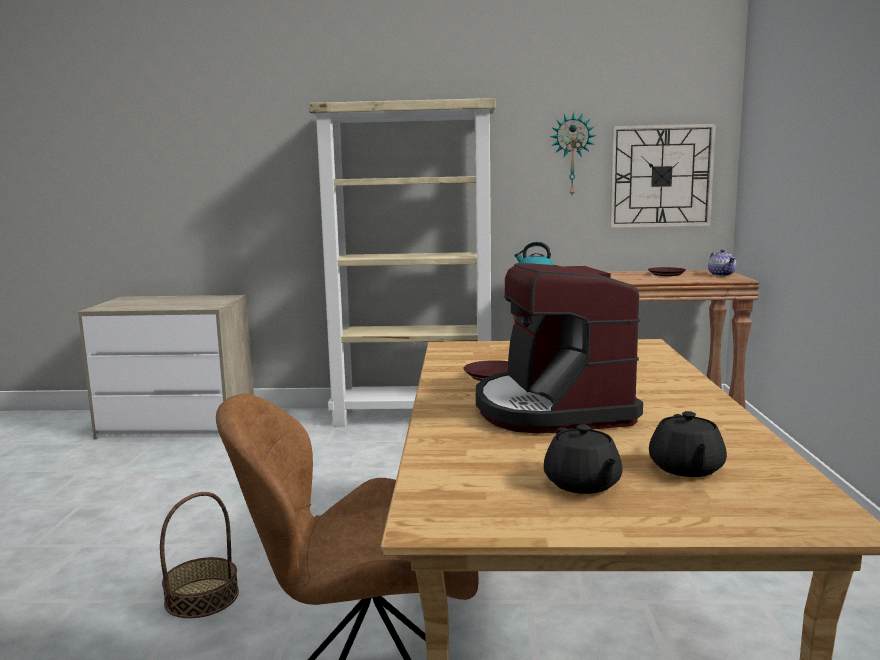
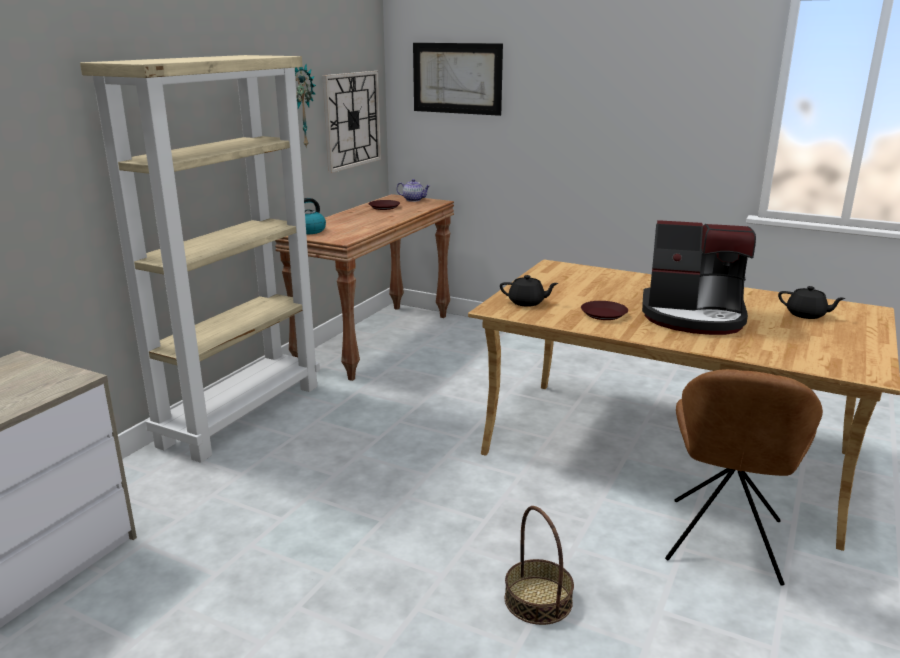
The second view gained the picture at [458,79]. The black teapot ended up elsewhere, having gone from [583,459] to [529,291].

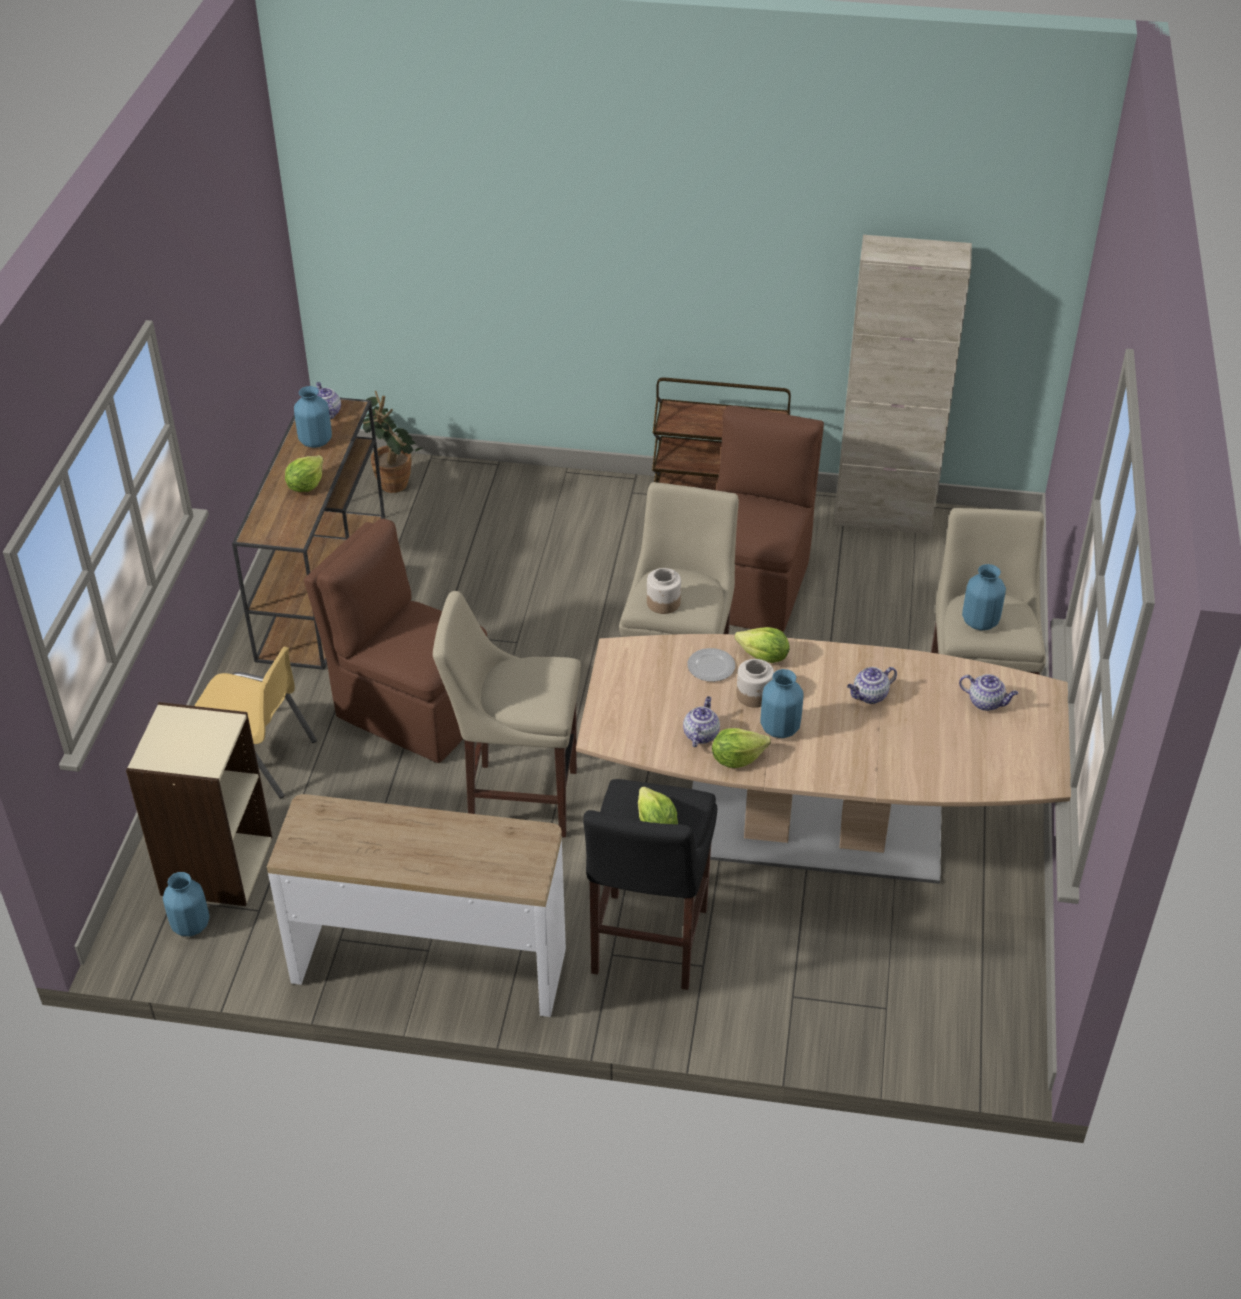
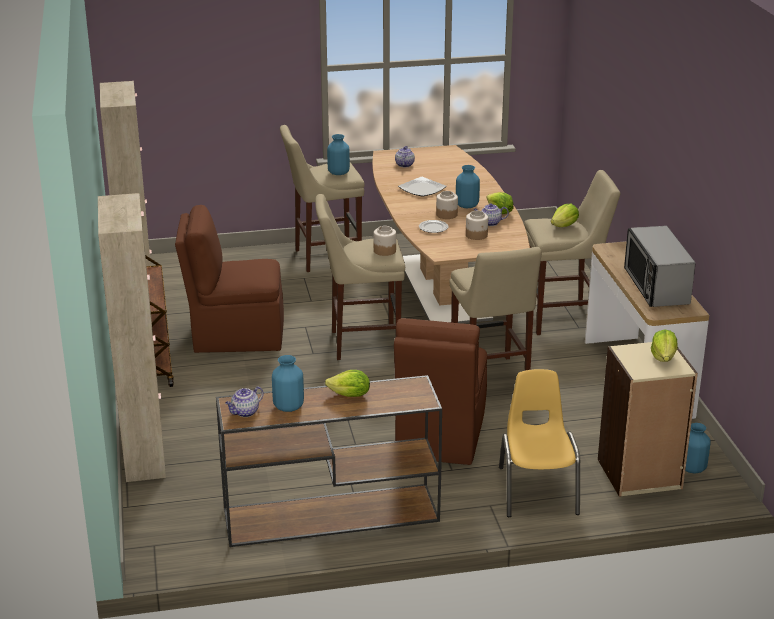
The second view gained the beige cabinet at [132,337]. Where the teapot stood at [872,685], the plate came to stand at [422,187]. The second view gained the jar at [477,225]. What was the black stool at [650,884] turned into the beige stool at [572,252]. The second view gained the microwave at [660,266]. The lettuce ended up elsewhere, having gone from [762,645] to [664,345]. The second view lost the potted plant at [392,442].

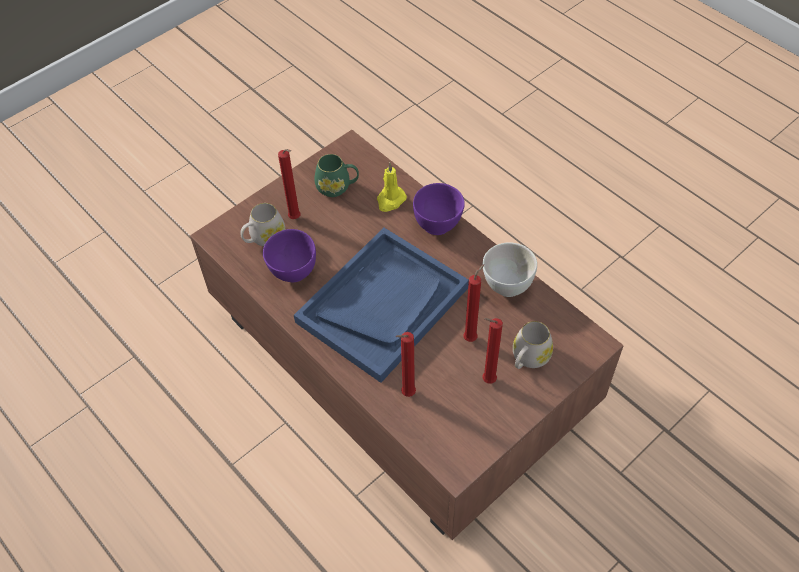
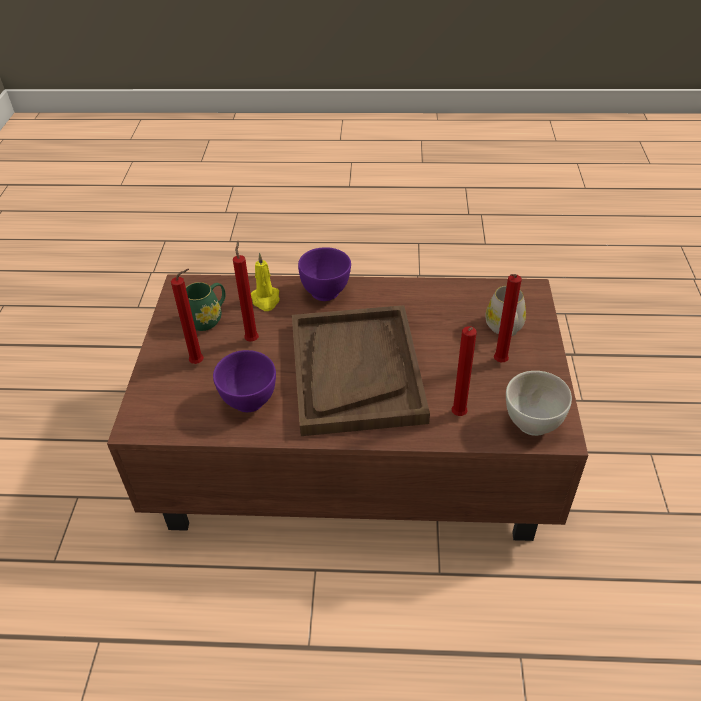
The red candle ended up elsewhere, having gone from [474,303] to [246,291]. What was the blue tray at [381,305] turned into the brown tray at [361,370]. The white bowl ended up elsewhere, having gone from [509,269] to [539,403]. The second view lost the white mug at [262,225].

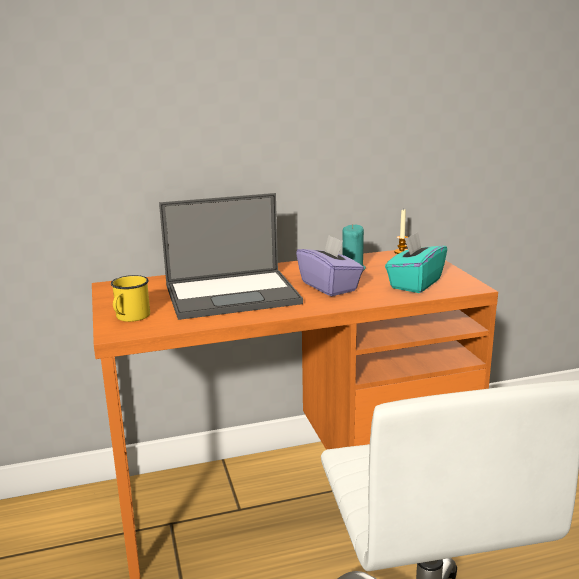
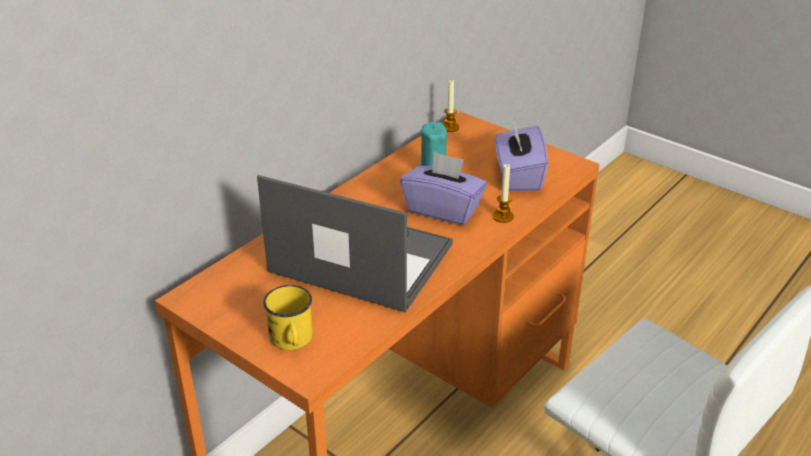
The laptop at [231,256] ended up facing another way, 105 degrees counterclockwise from before. The second view gained the candle at [503,193]. What was the turquoise tissue box at [416,262] turned into the purple tissue box at [521,155].

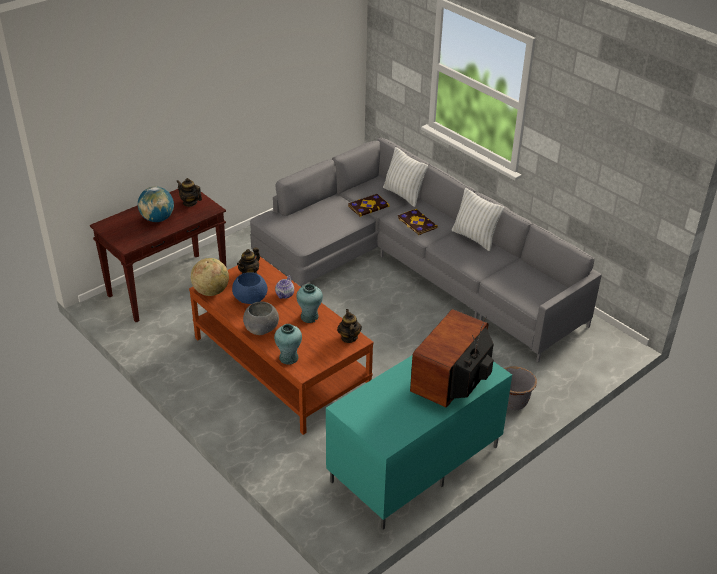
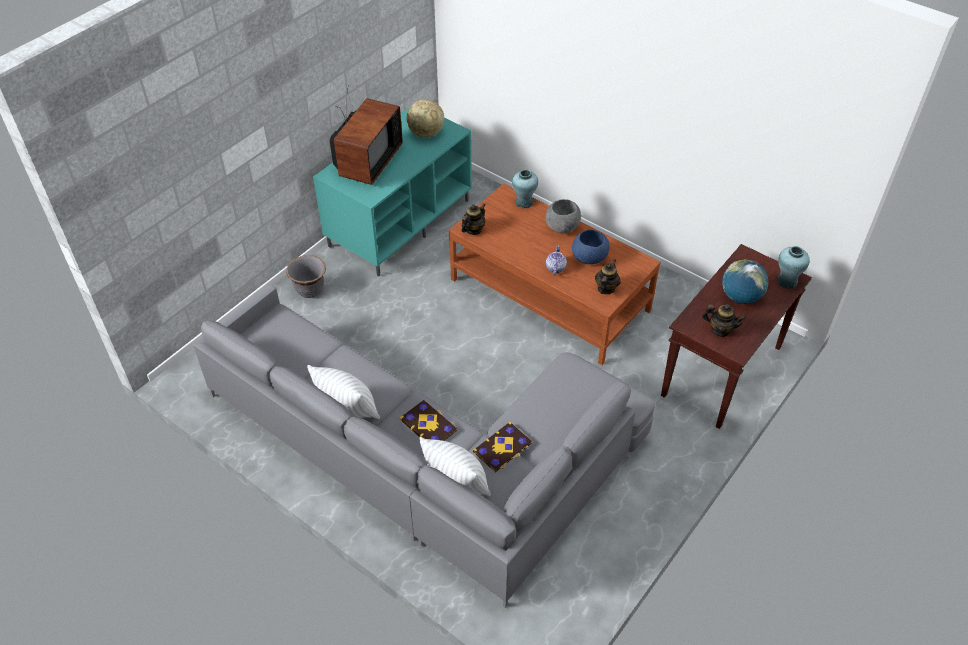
The globe ended up elsewhere, having gone from [210,277] to [425,118]. The teapot at [349,326] ended up facing another way, 120 degrees counterclockwise from before. The turquoise vase ended up elsewhere, having gone from [309,303] to [793,267].

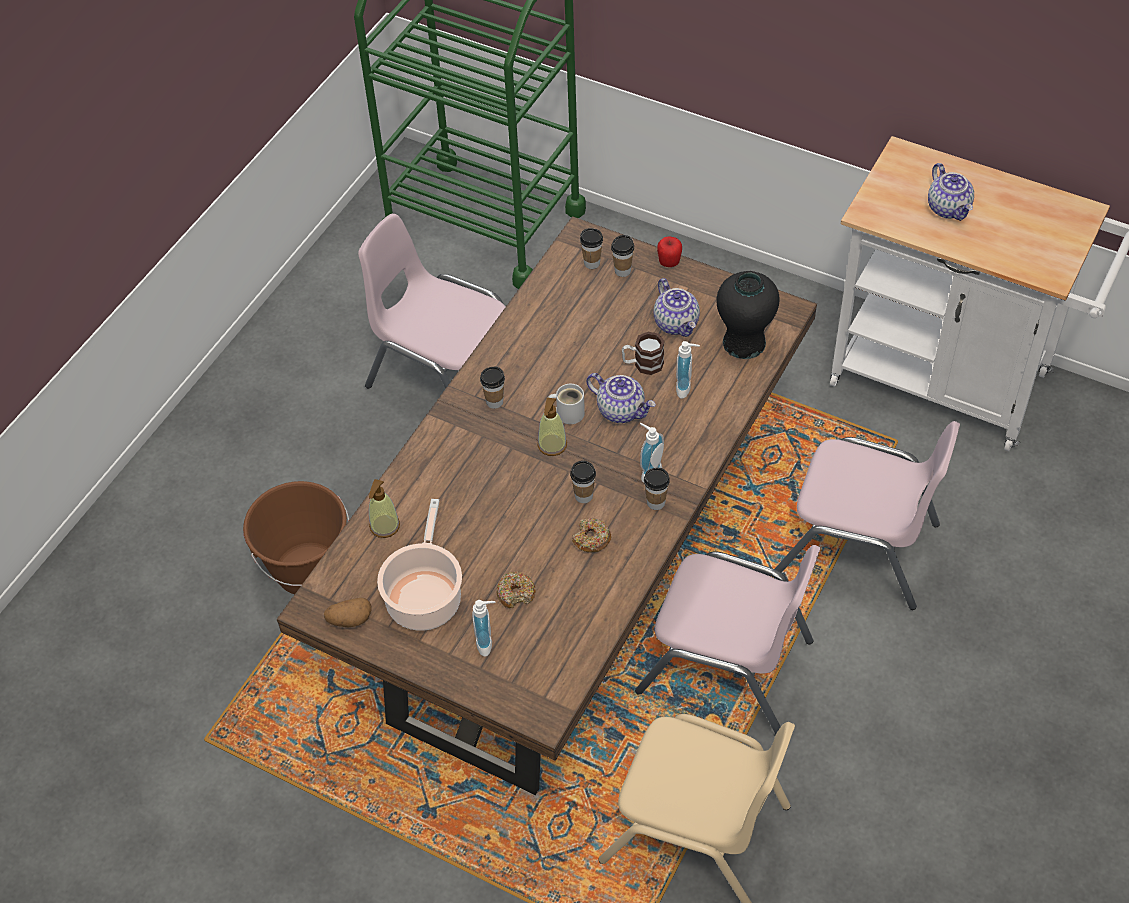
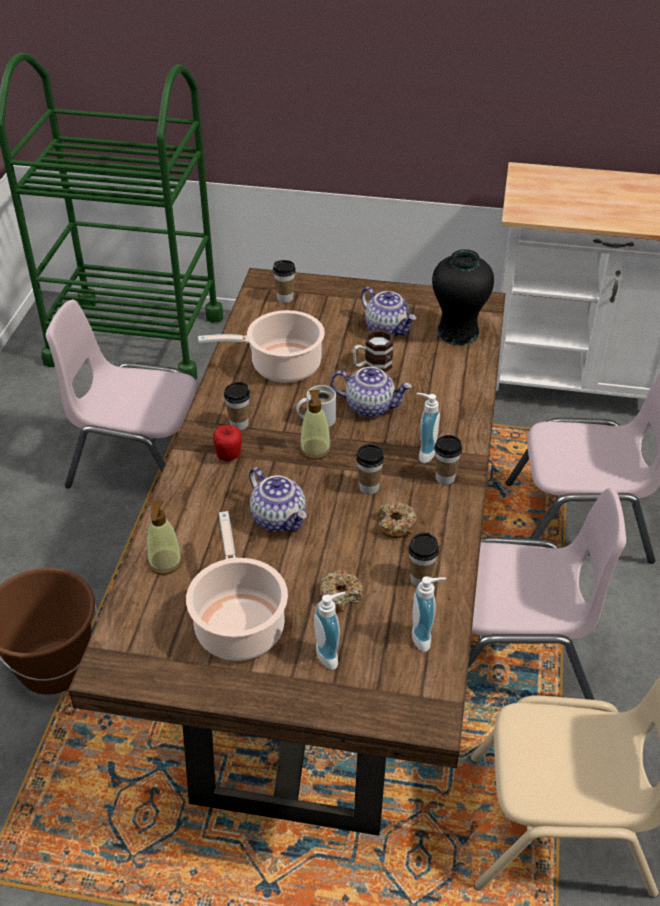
The second view gained the cooking pot at [261,346]. The apple ended up elsewhere, having gone from [669,251] to [227,443]. The teapot ended up elsewhere, having gone from [951,192] to [278,499]. The cup ended up elsewhere, having gone from [622,256] to [423,559]. The soap dispenser ended up elsewhere, having gone from [688,370] to [429,614]. The second view lost the potato at [348,612].

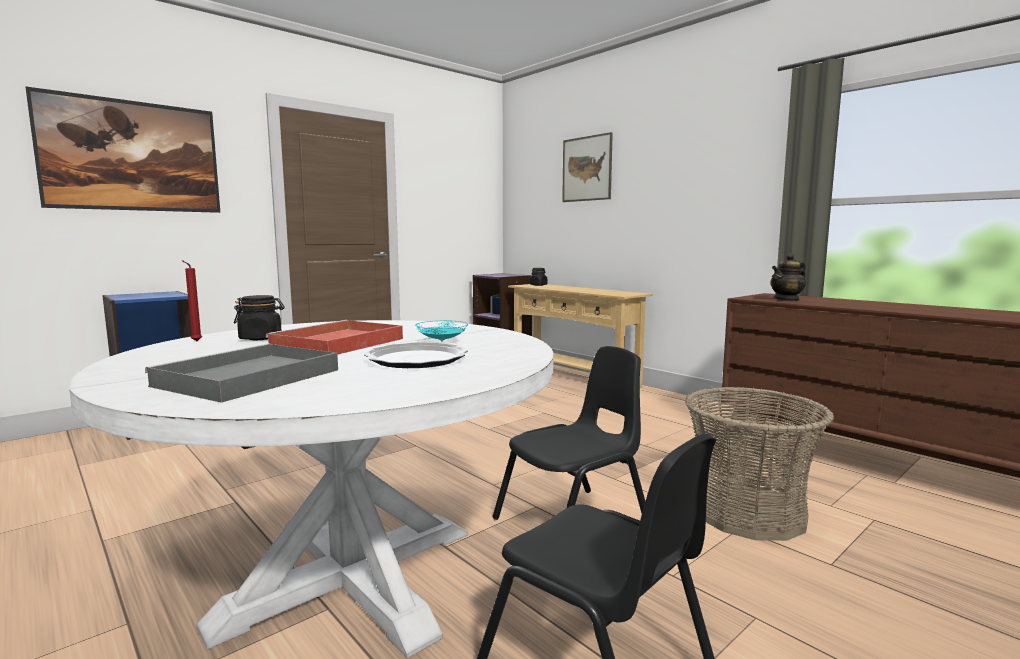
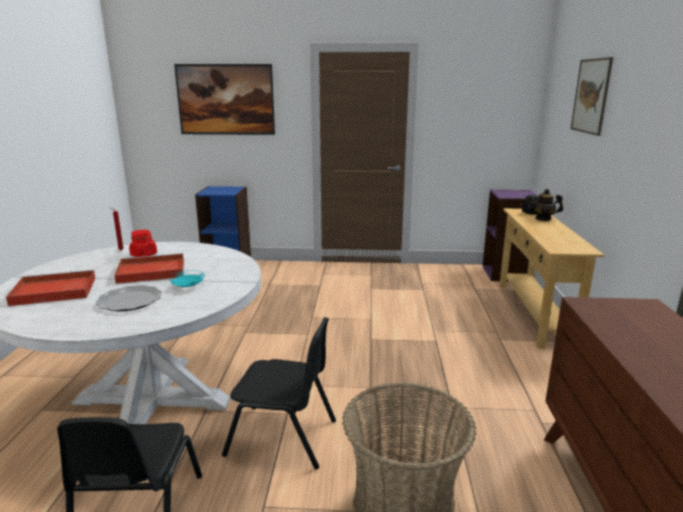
What was the grey tray at [241,373] turned into the red tray at [50,288]. What was the black jar at [259,317] turned into the red jar at [143,243]. The teapot ended up elsewhere, having gone from [788,277] to [546,205].

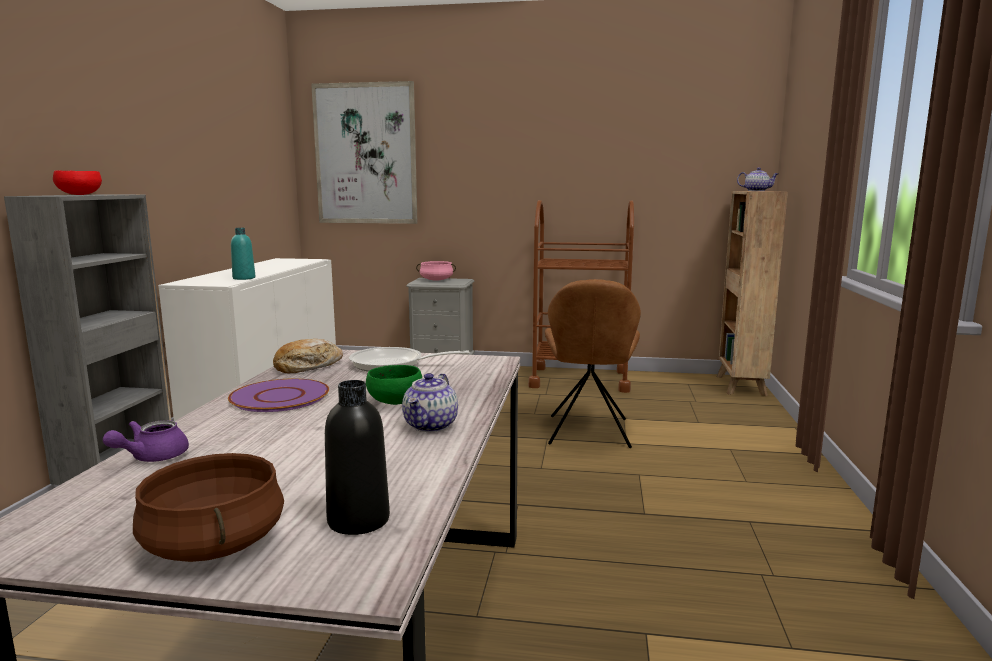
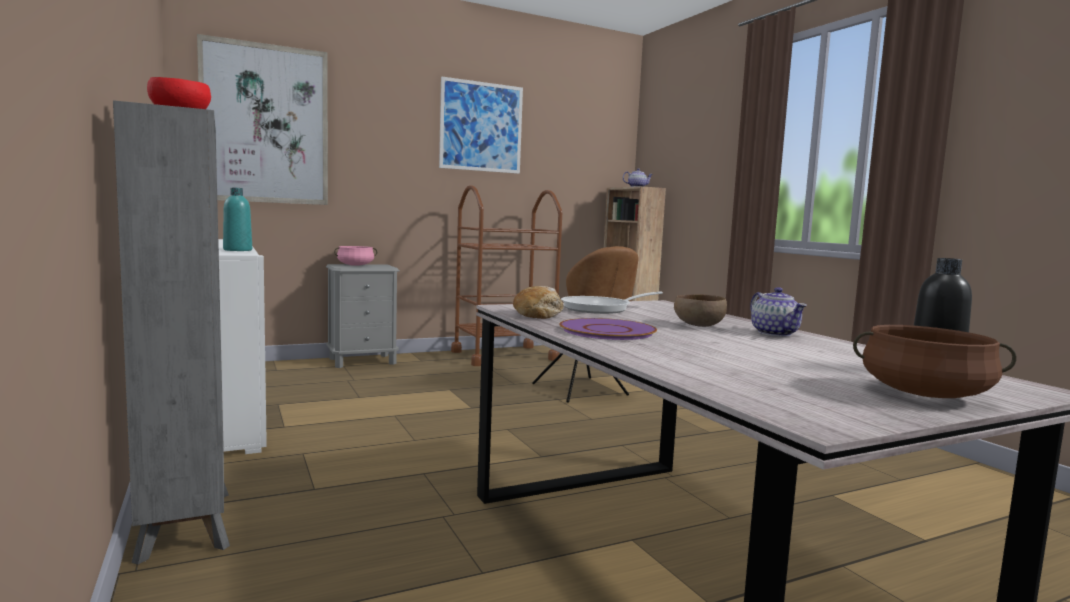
The second view gained the picture at [481,125]. What was the green bowl at [394,385] turned into the brown bowl at [700,310]. The second view lost the purple teapot at [146,441].

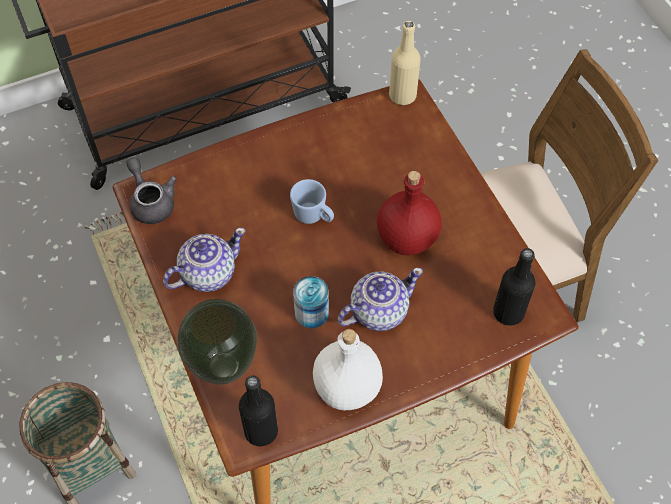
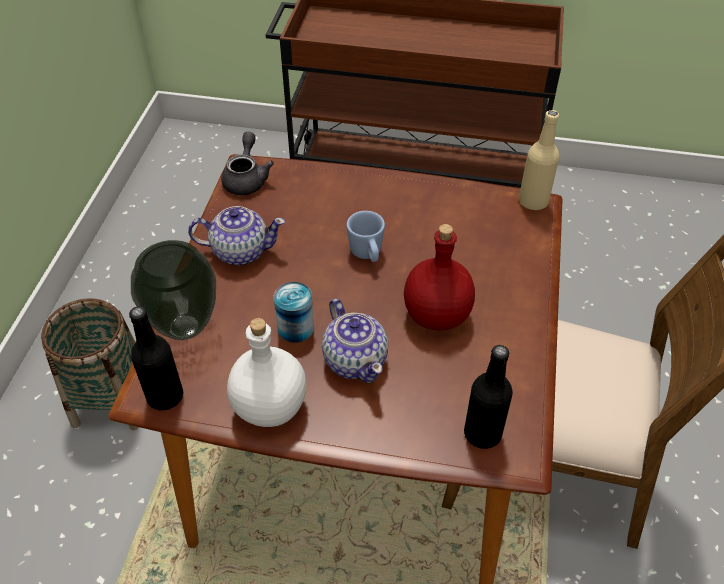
The teapot at [380,299] ended up facing another way, 60 degrees clockwise from before.

